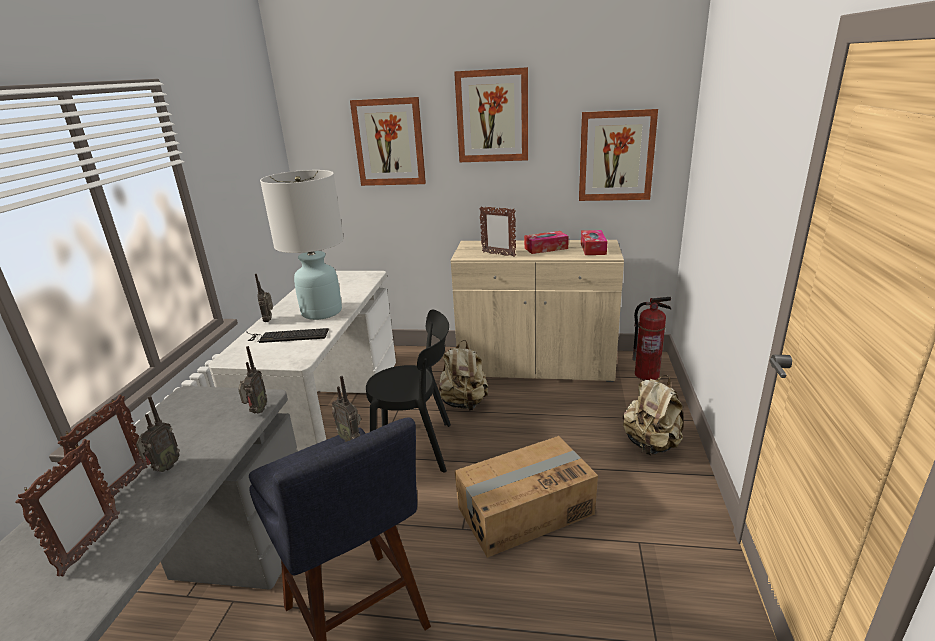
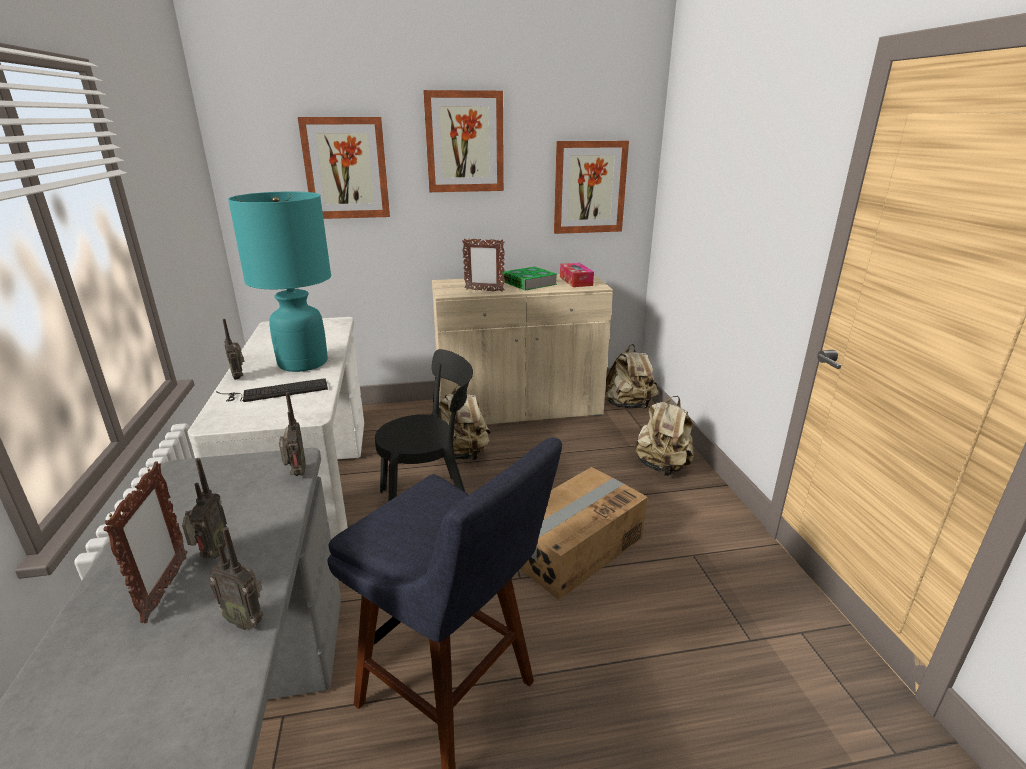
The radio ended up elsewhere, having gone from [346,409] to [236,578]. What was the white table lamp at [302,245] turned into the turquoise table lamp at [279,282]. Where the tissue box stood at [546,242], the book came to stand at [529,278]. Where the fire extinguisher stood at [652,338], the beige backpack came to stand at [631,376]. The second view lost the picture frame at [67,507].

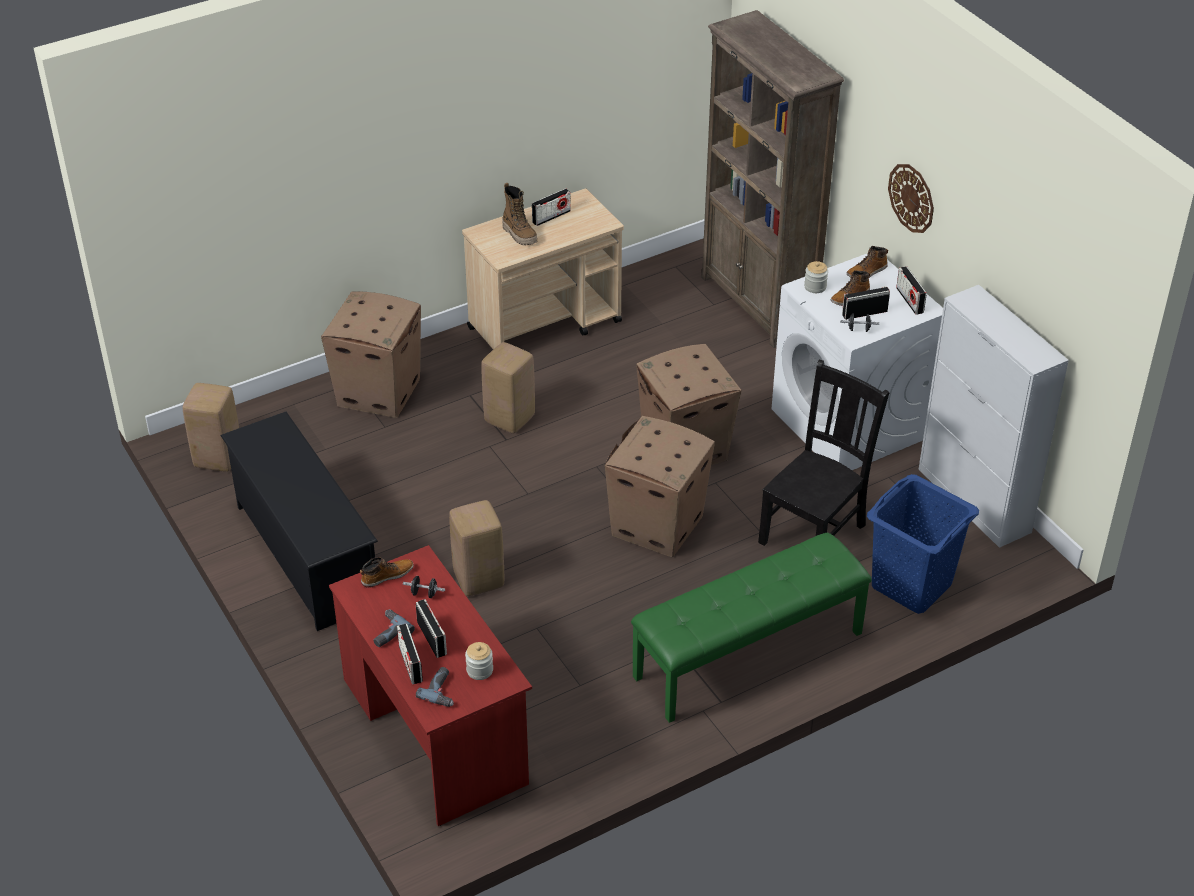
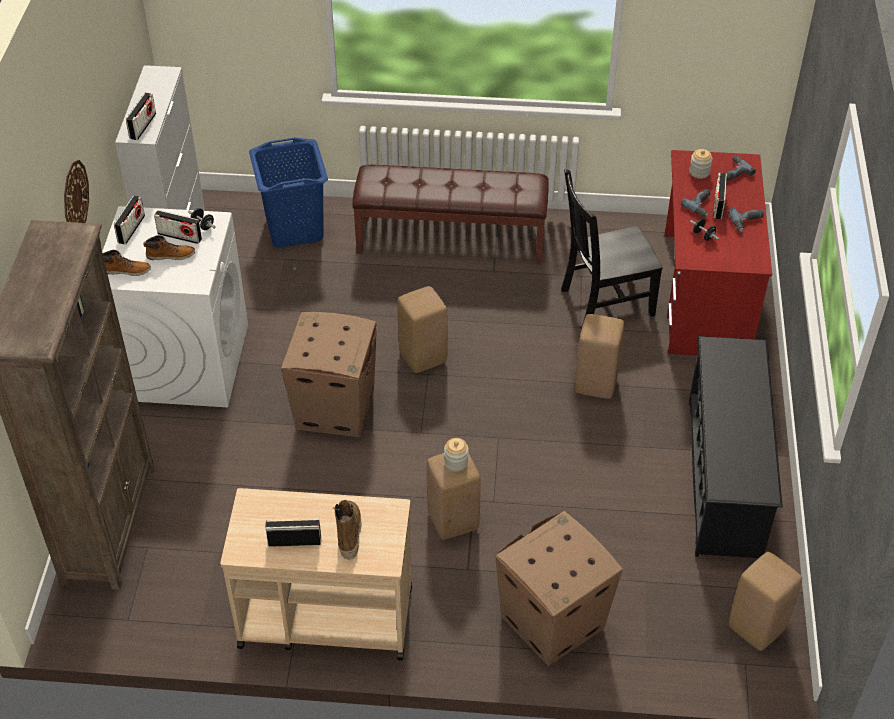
The radio ended up elsewhere, having gone from [410,654] to [141,116]. What was the green bench at [751,628] turned into the brown bench at [450,214]. Where the cardboard box stood at [660,487], the beige stool came to stand at [422,329]. The jar ended up elsewhere, having gone from [816,277] to [456,454]. The black chair ended up elsewhere, having gone from [824,453] to [612,249]. The second view gained the power drill at [695,203]. The second view lost the boot at [387,572].

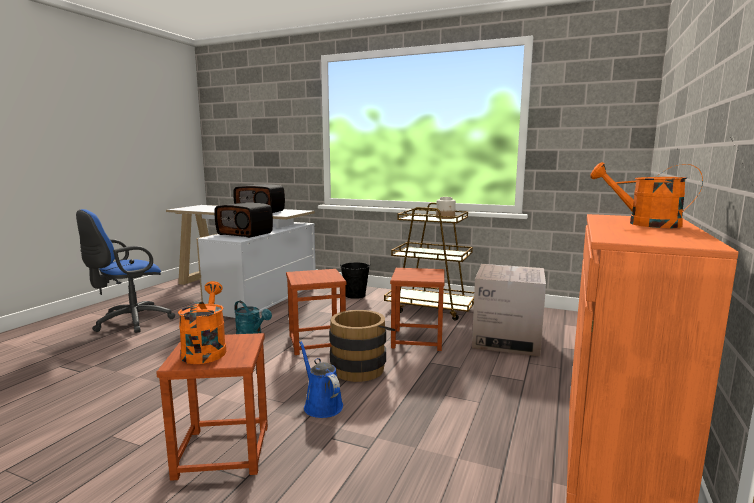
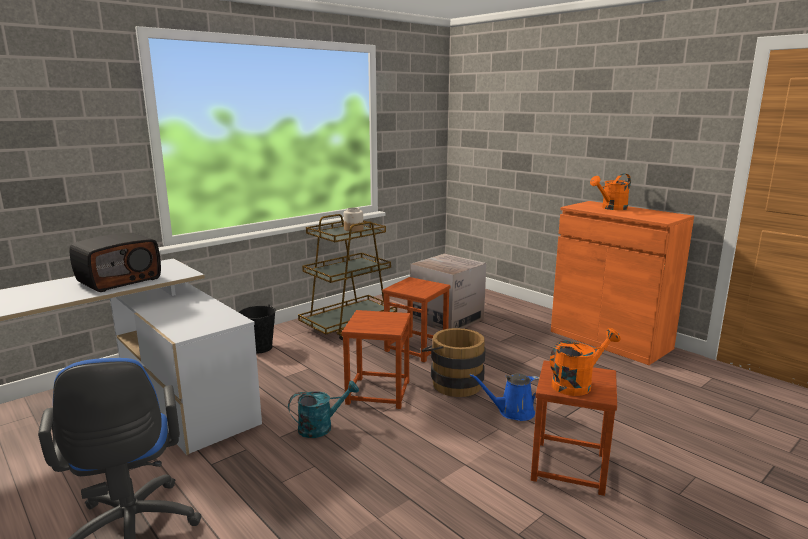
The orange watering can at [202,322] ended up facing another way, 135 degrees clockwise from before. The second view lost the radio at [243,220].

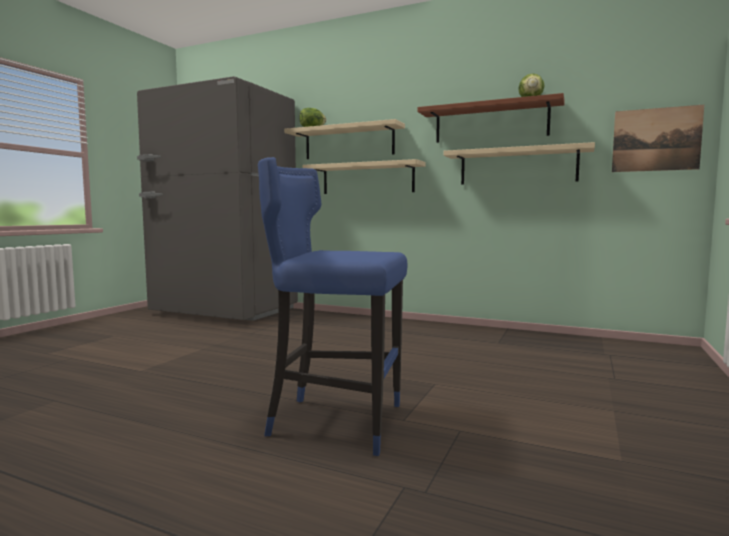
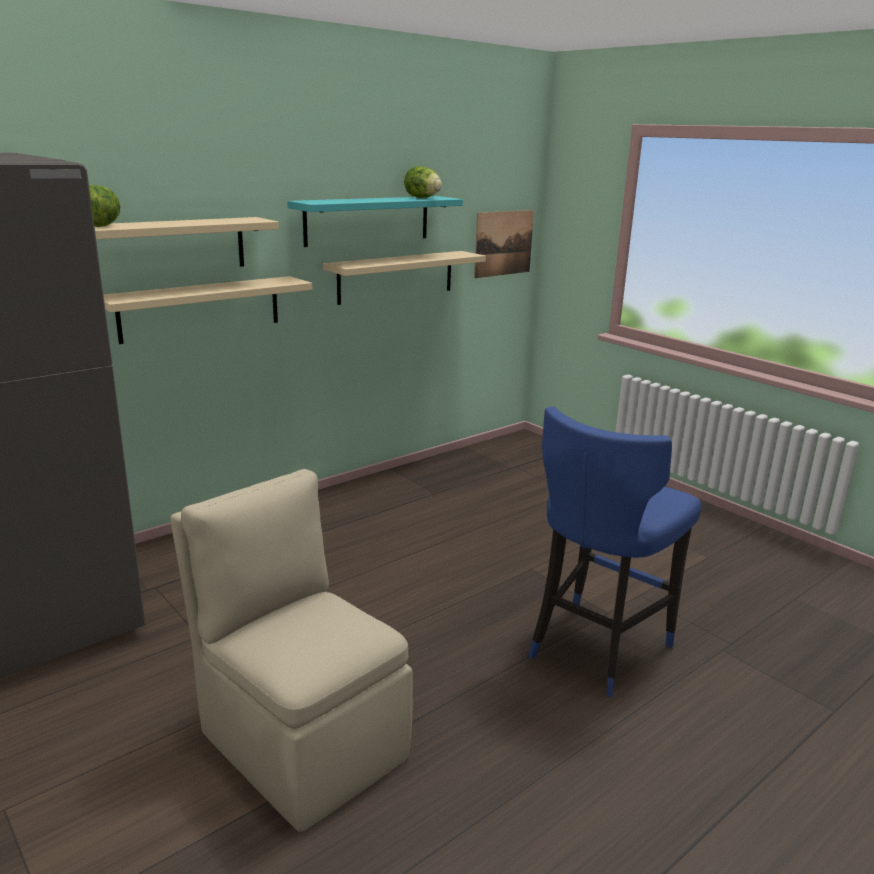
The second view gained the beige chair at [291,650]. What was the brown shelf at [491,118] turned into the turquoise shelf at [375,221].

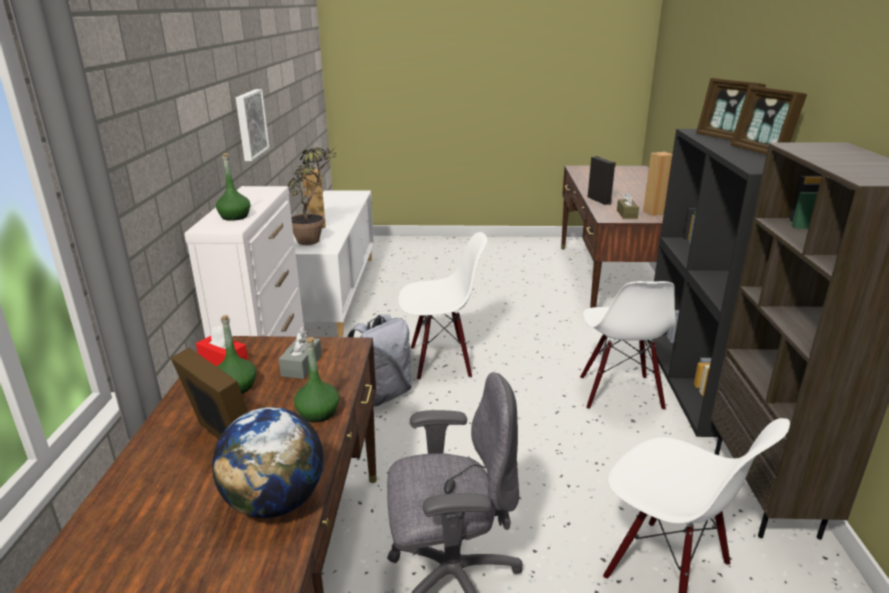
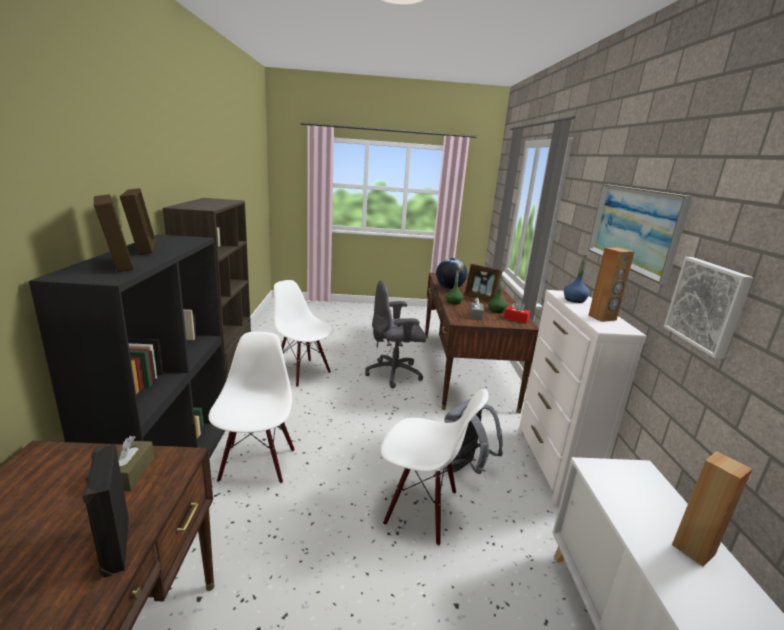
The white chair at [442,306] ended up facing another way, 150 degrees counterclockwise from before. What was the green bottle at [233,187] turned into the blue bottle at [577,279]. The second view gained the picture at [640,234]. The brown speaker ended up elsewhere, having gone from [658,184] to [611,285]. The second view lost the potted plant at [312,195].

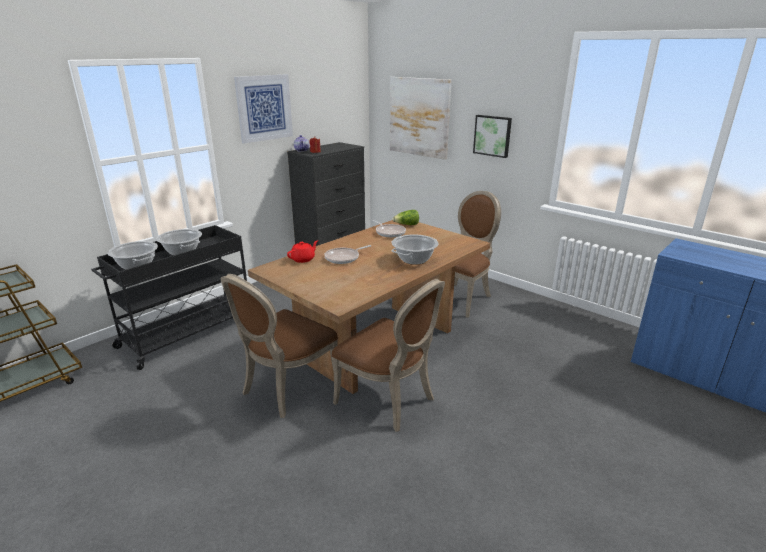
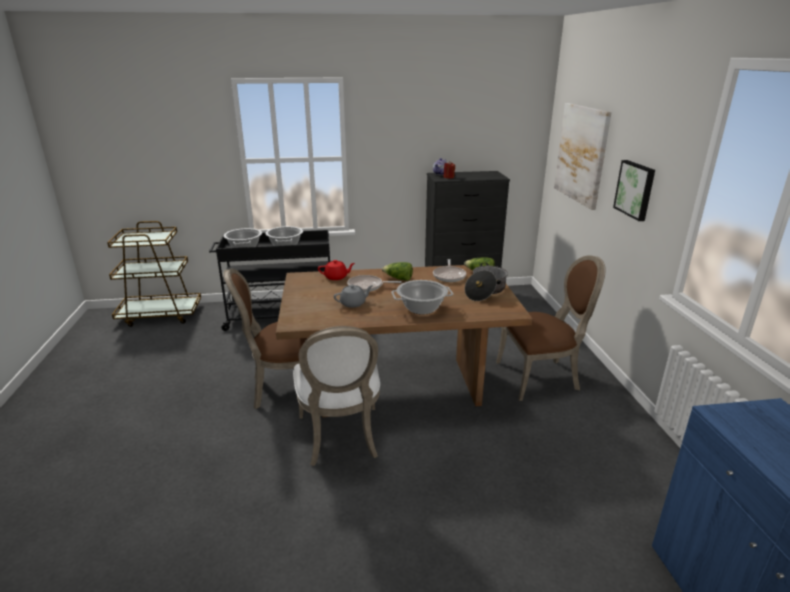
What was the brown chair at [388,355] turned into the white chair at [336,396]. The second view gained the grey teapot at [353,296]. The second view gained the lettuce at [397,271]. The second view gained the cooking pot at [486,282]. The second view lost the picture at [263,109].

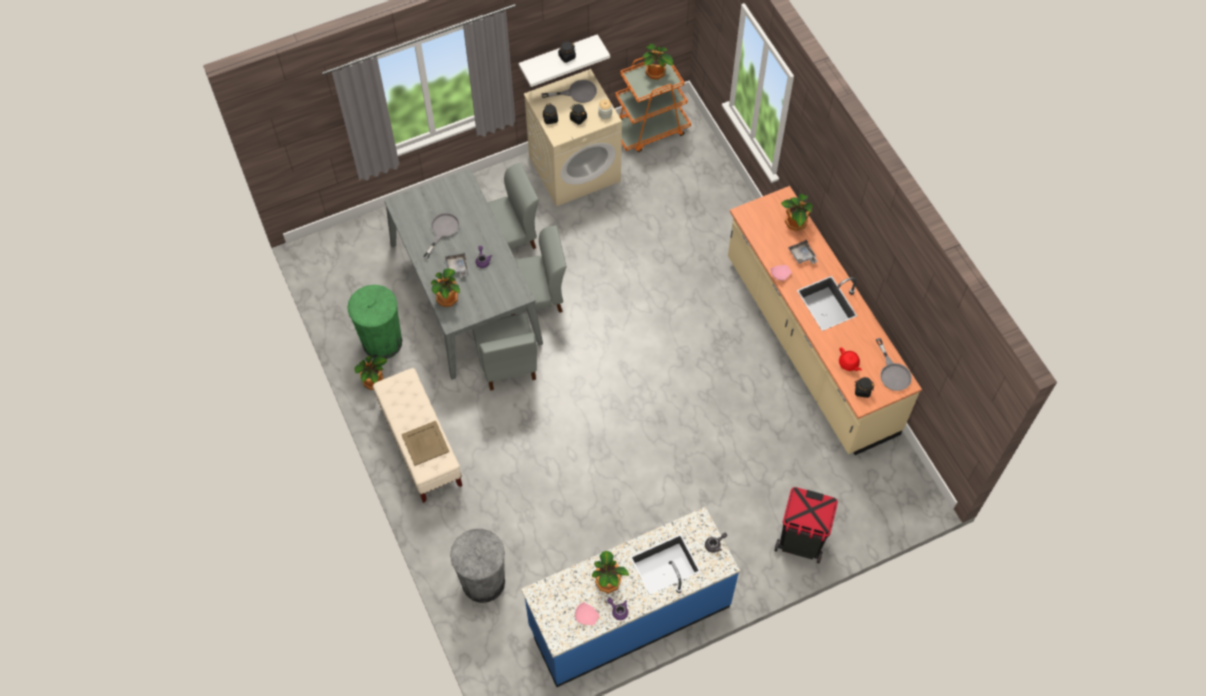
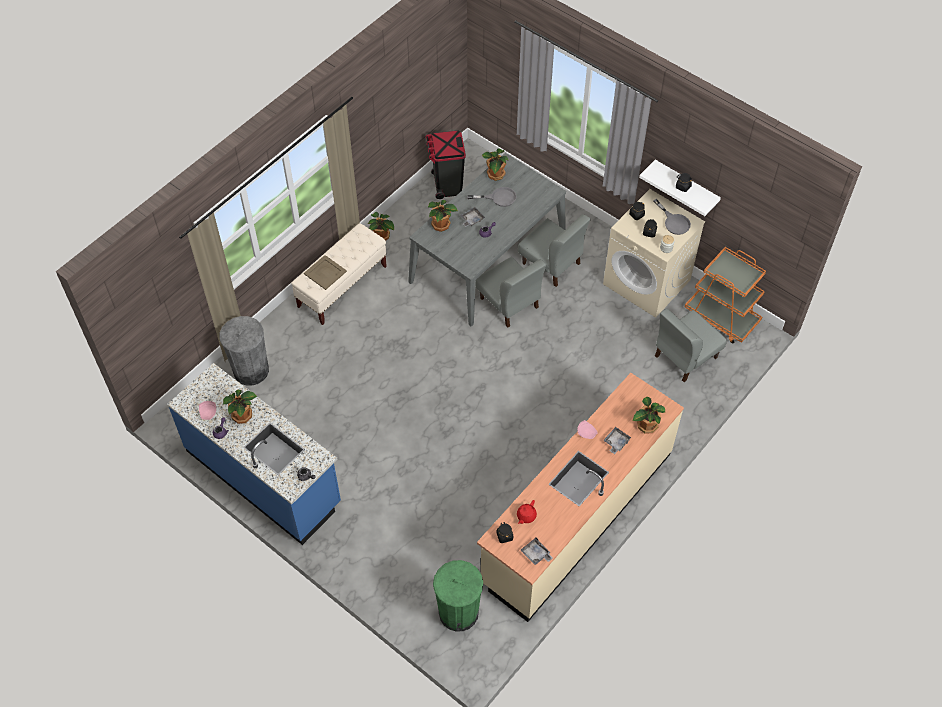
The black trash can ended up elsewhere, having gone from [806,525] to [446,165]. The green trash can ended up elsewhere, having gone from [374,322] to [458,596]. The potted plant ended up elsewhere, having gone from [657,62] to [495,165]. Where the grey frying pan stood at [894,364], the grey tray came to stand at [537,551]. The grey chair ended up elsewhere, having gone from [504,352] to [691,345].

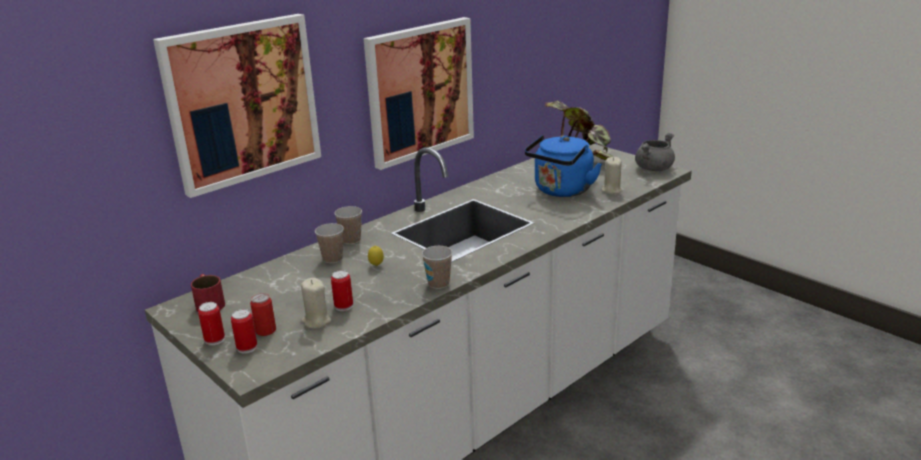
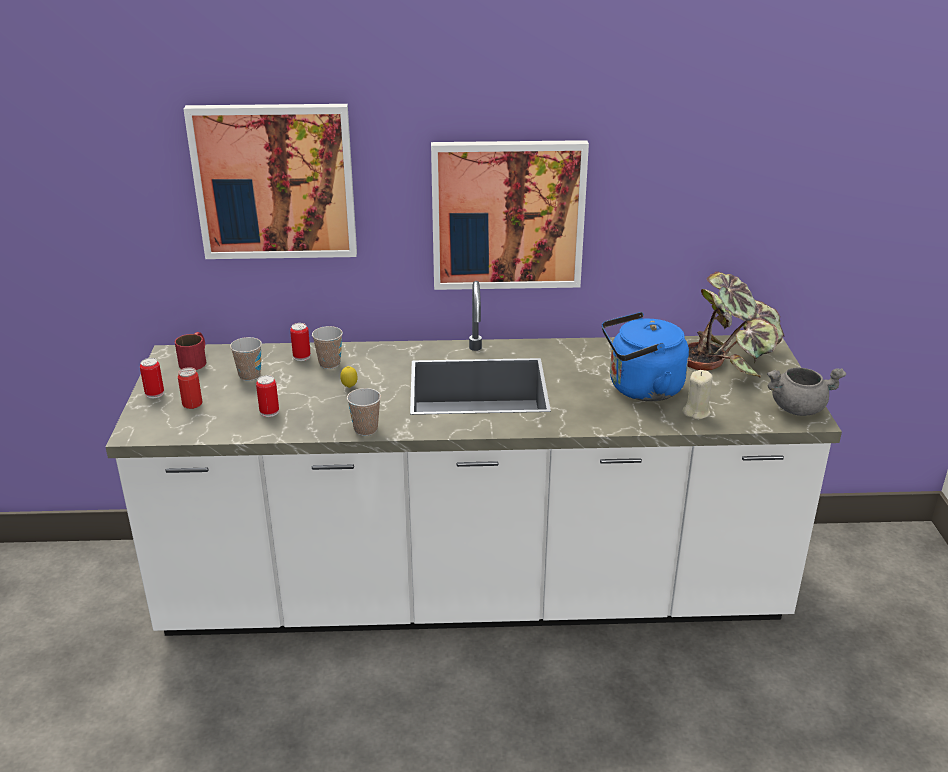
The cup ended up elsewhere, having gone from [348,225] to [246,359]. The can ended up elsewhere, having gone from [244,331] to [300,342]. The second view lost the beige candle at [316,303].

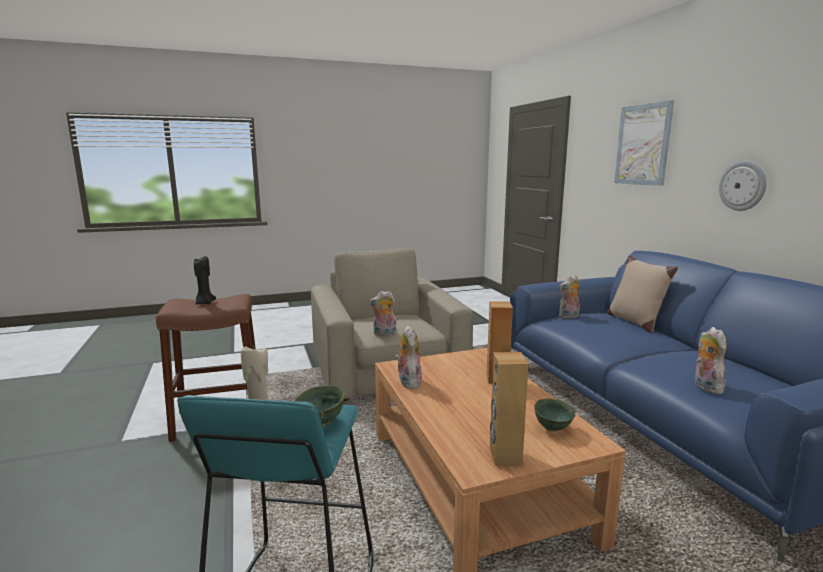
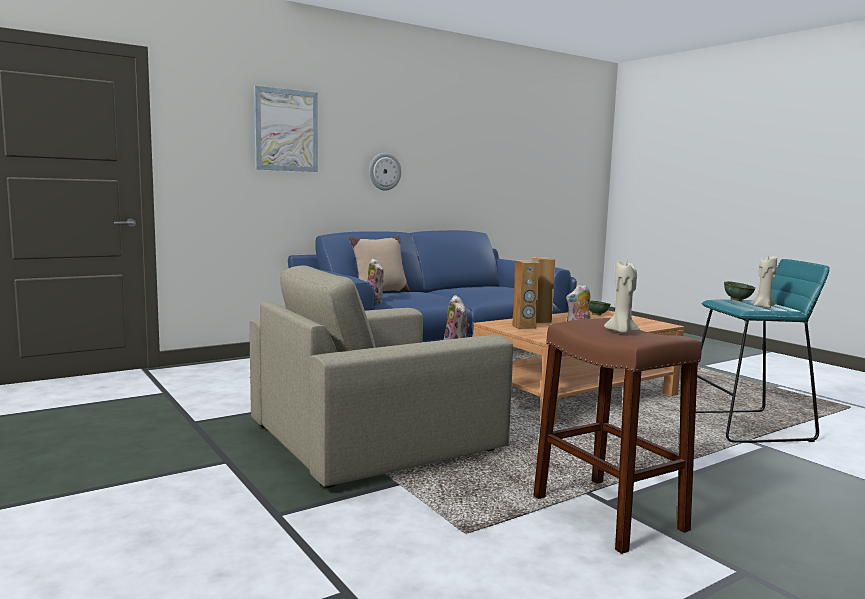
The brown speaker ended up elsewhere, having gone from [509,408] to [526,295]. What was the black candle at [205,280] turned into the beige candle at [622,297]. The second view lost the plush toy at [711,360].

